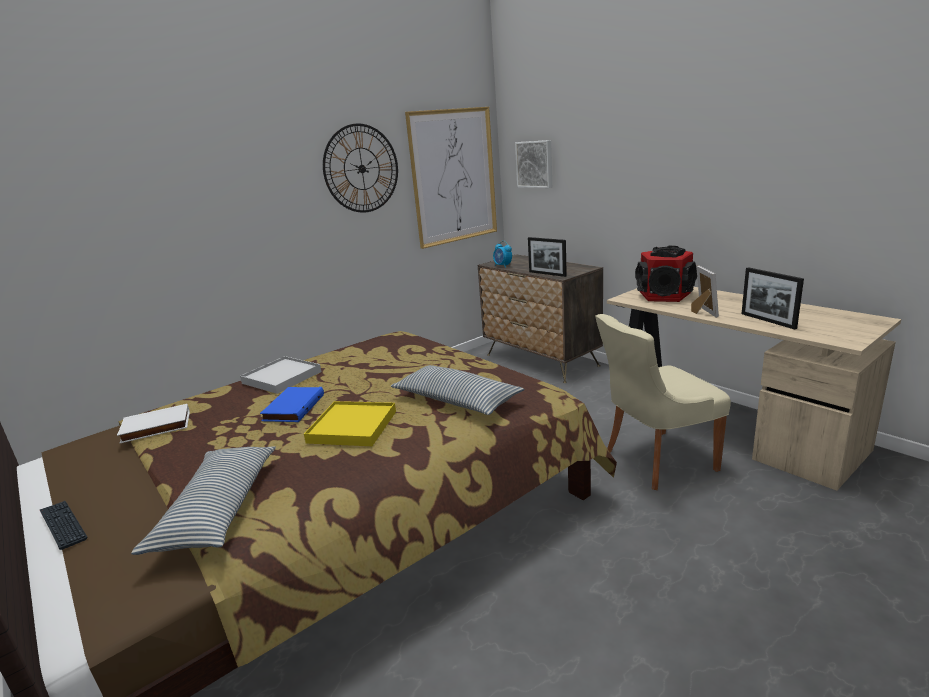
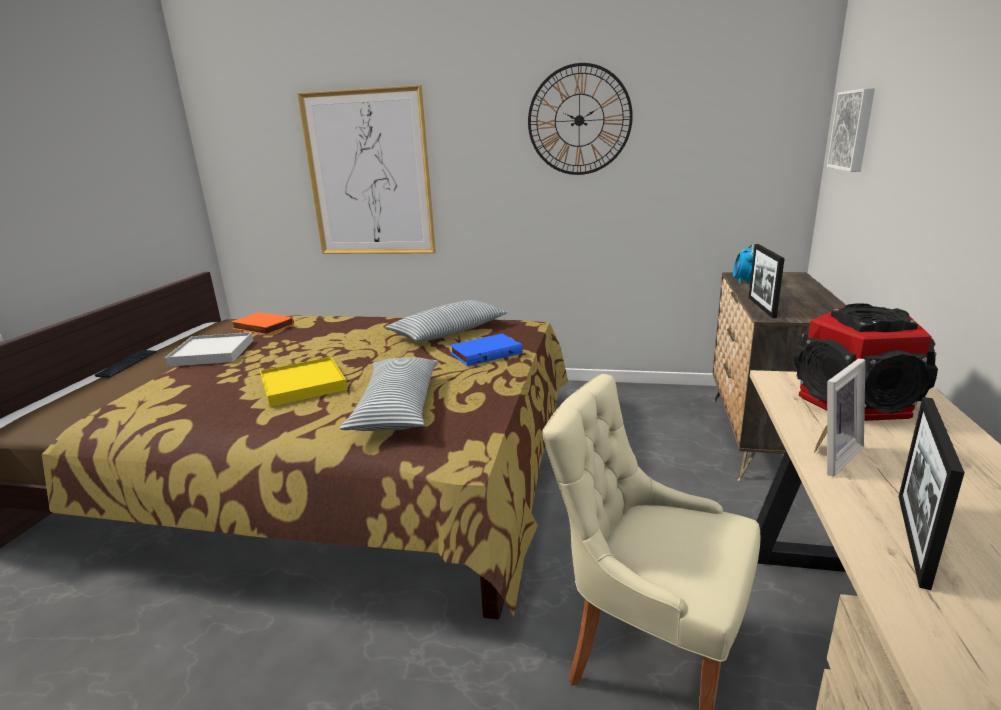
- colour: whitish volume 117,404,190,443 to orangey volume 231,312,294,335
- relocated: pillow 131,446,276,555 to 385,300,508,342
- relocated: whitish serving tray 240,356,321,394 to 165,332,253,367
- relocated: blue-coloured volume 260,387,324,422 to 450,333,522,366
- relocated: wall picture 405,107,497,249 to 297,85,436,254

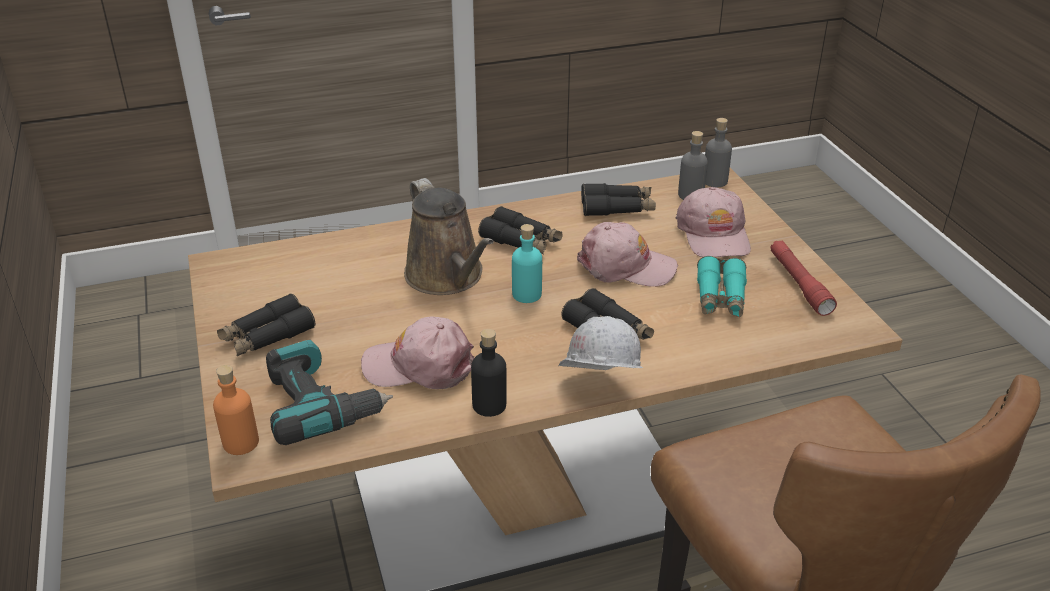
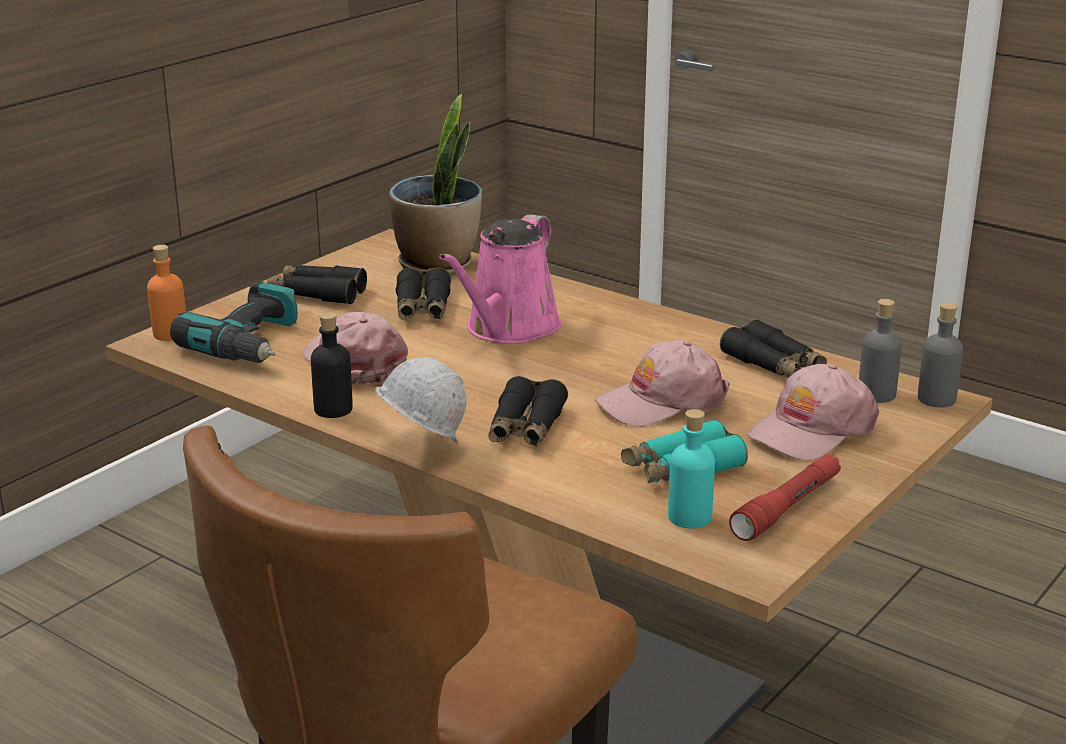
- colour: brownish watering can 404,178,494,295 to pinkish watering can 439,214,561,344
- relocated: black-coloured pair of binoculars 478,206,562,254 to 396,267,451,320
- relocated: blue-green bottle 512,224,542,303 to 668,409,715,529
- spun: pinkish cap 577,222,678,287 = 595,340,730,427 90 degrees clockwise
- appeared: plant in a pot 389,94,482,276

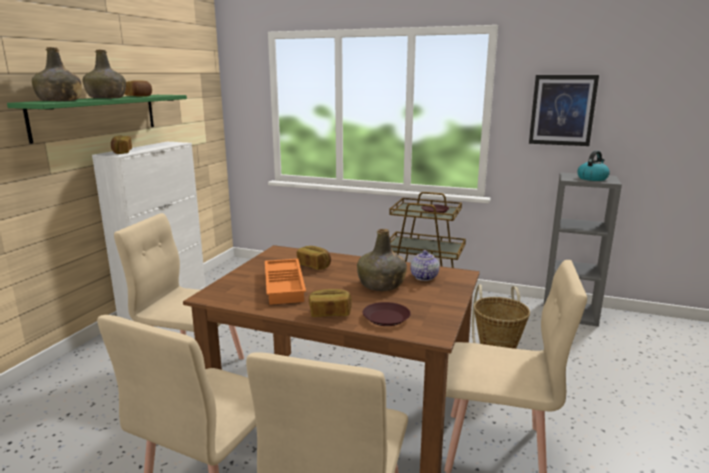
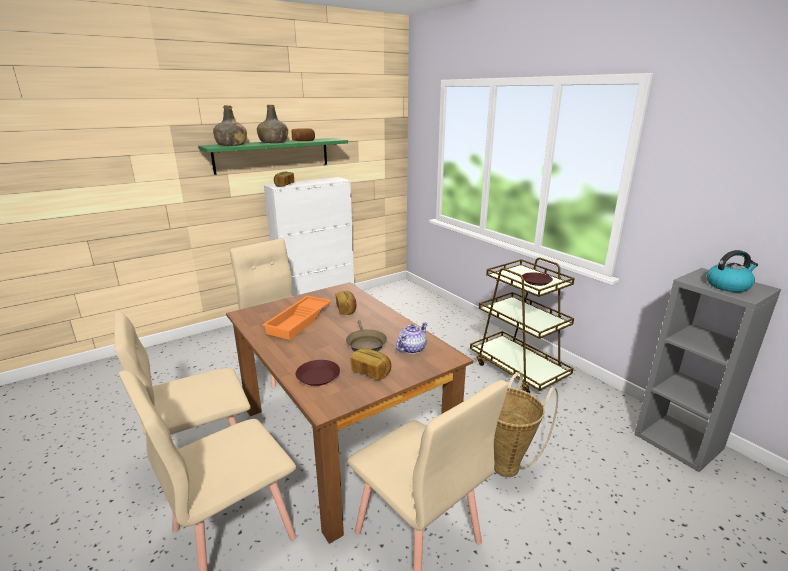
- relocated: bread 309,289,352,317 to 350,348,391,380
- exchanged: green bottle 357,229,407,291 to brownish skillet 346,320,387,352
- missing: wall picture 529,75,599,146

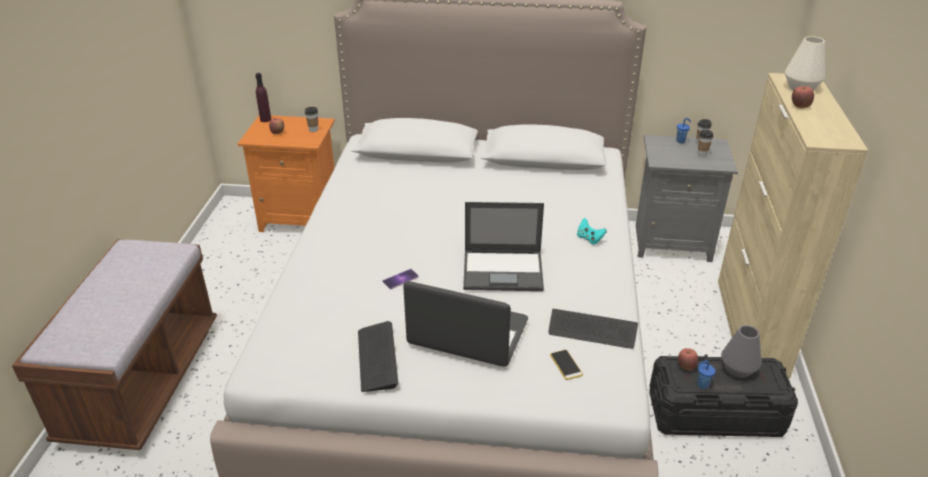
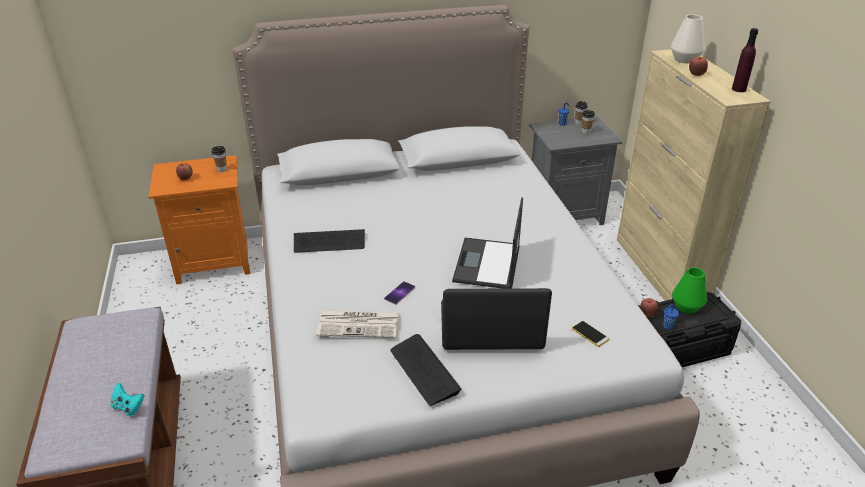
- relocated: purple bottle 255,73,271,122 to 732,28,758,92
- spun: laptop 463,202,544,291 = 452,197,523,289 120 degrees clockwise
- relocated: keyboard 548,309,638,349 to 294,229,365,253
- relocated: blue-green game controller 577,218,607,245 to 111,383,144,416
- colour: grey flower vase 721,325,762,378 to green flower vase 672,267,707,314
- appeared: newspaper 316,310,399,338

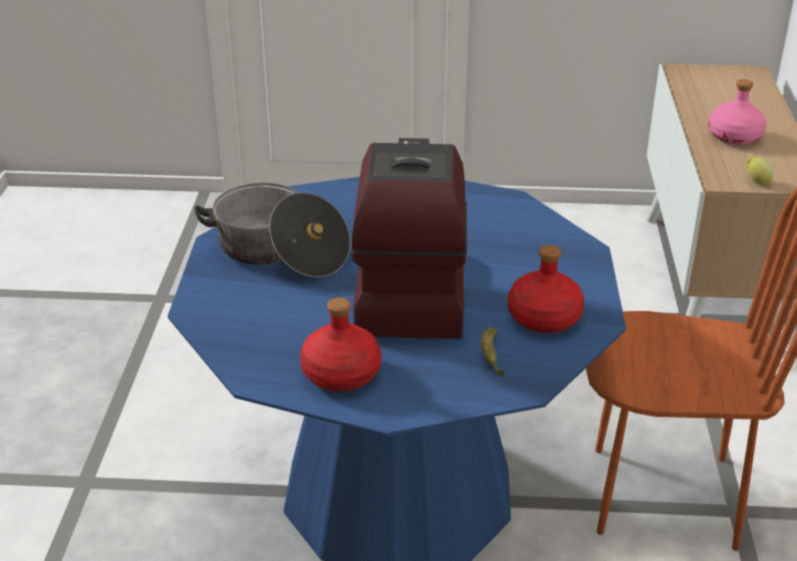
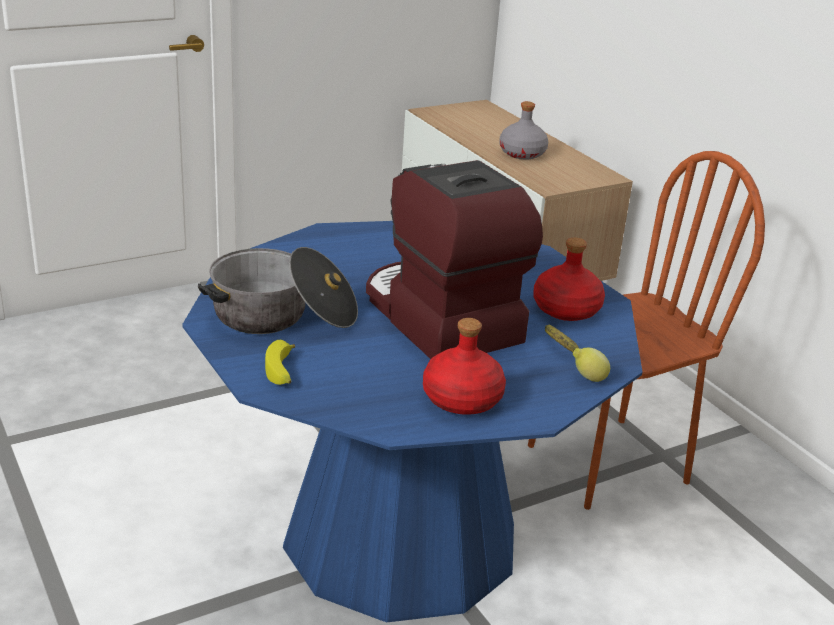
- colour: pinkish bottle 709,79,766,145 to grey bottle 499,101,548,159
- relocated: lemon 746,156,774,185 to 573,348,610,382
- appeared: banana fruit 265,340,295,385

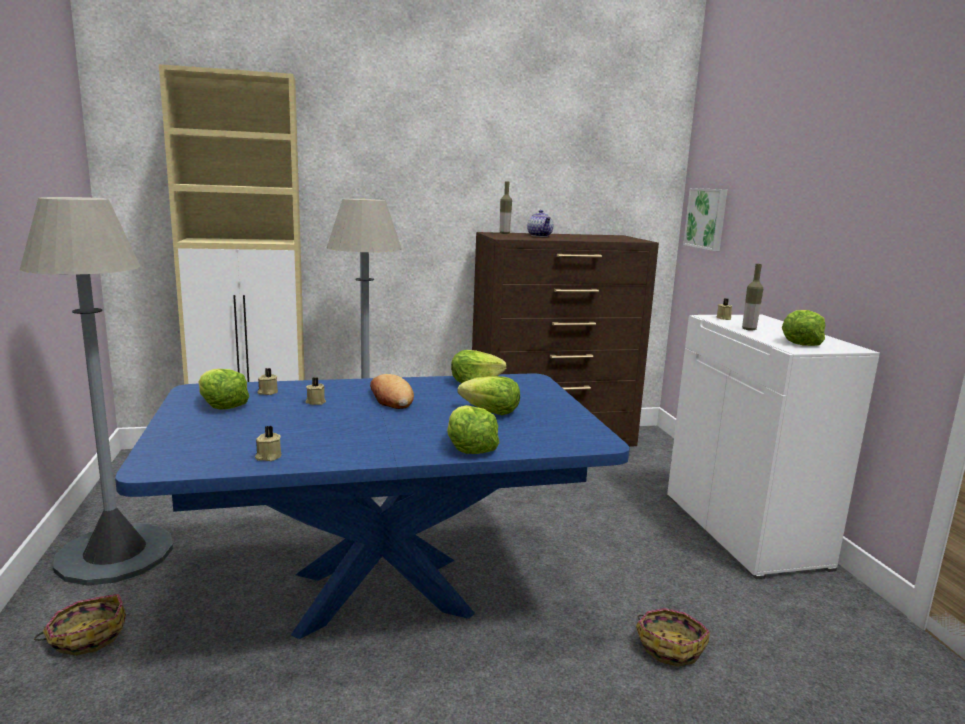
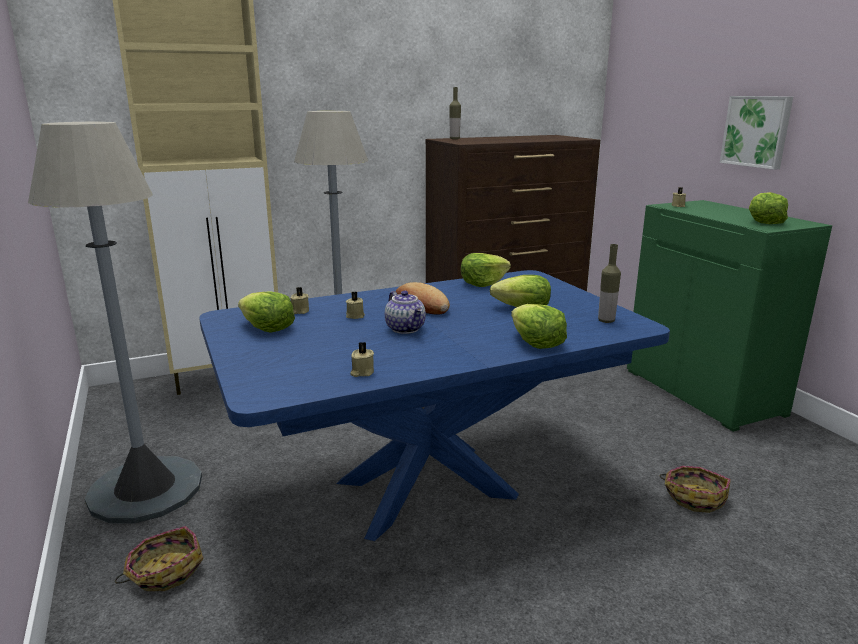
- relocated: teapot 527,210,553,237 to 385,291,426,334
- colour: whitish storage cabinet 667,315,880,579 to green storage cabinet 627,200,832,432
- relocated: wall picture 683,188,727,251 to 720,96,793,170
- relocated: bottle 742,264,763,331 to 598,244,621,323

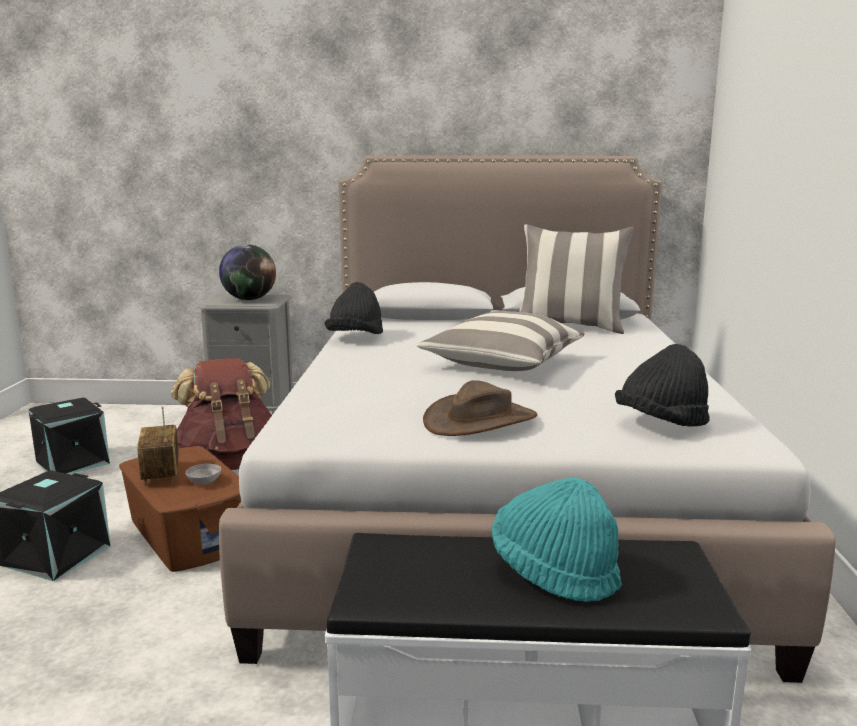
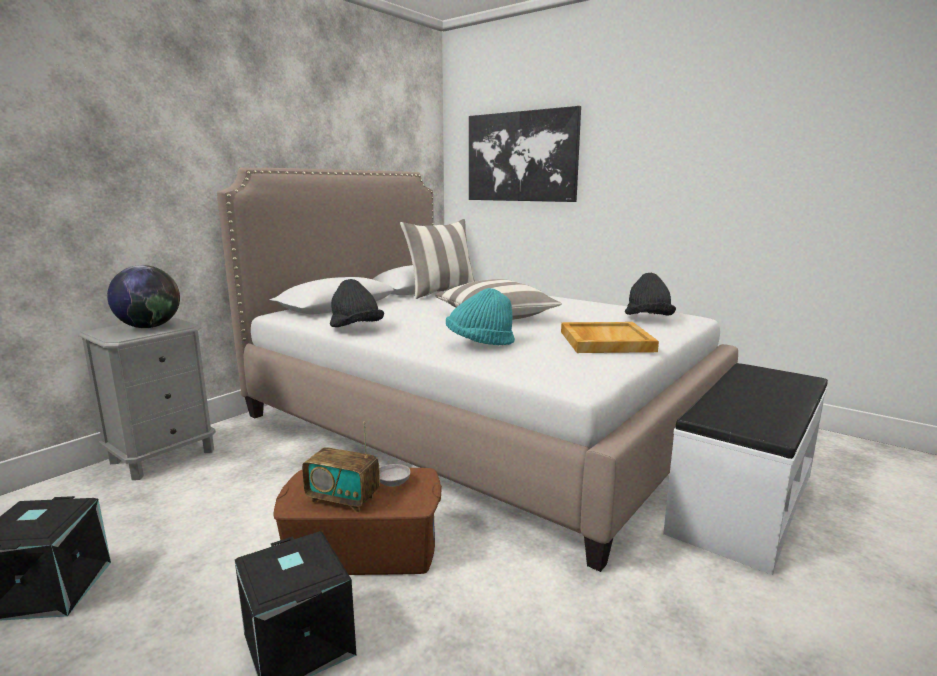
- missing: brownish rucksack 171,358,272,470
- exchanged: brownish hat 423,380,537,436 to sand-coloured serving tray 561,322,659,353
- relocated: blue-green hat 492,478,622,602 to 446,288,515,345
- appeared: wall picture 469,106,581,202

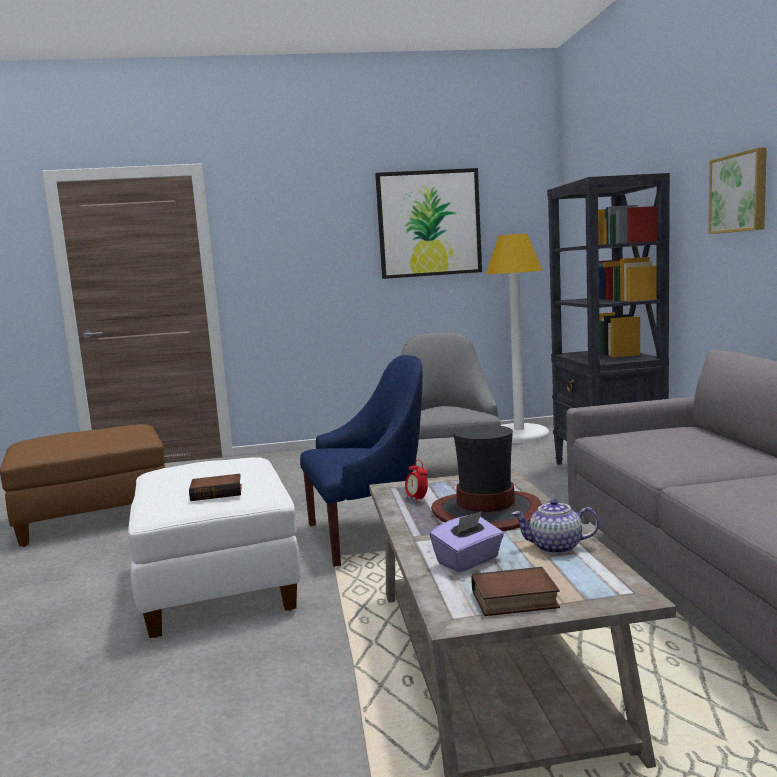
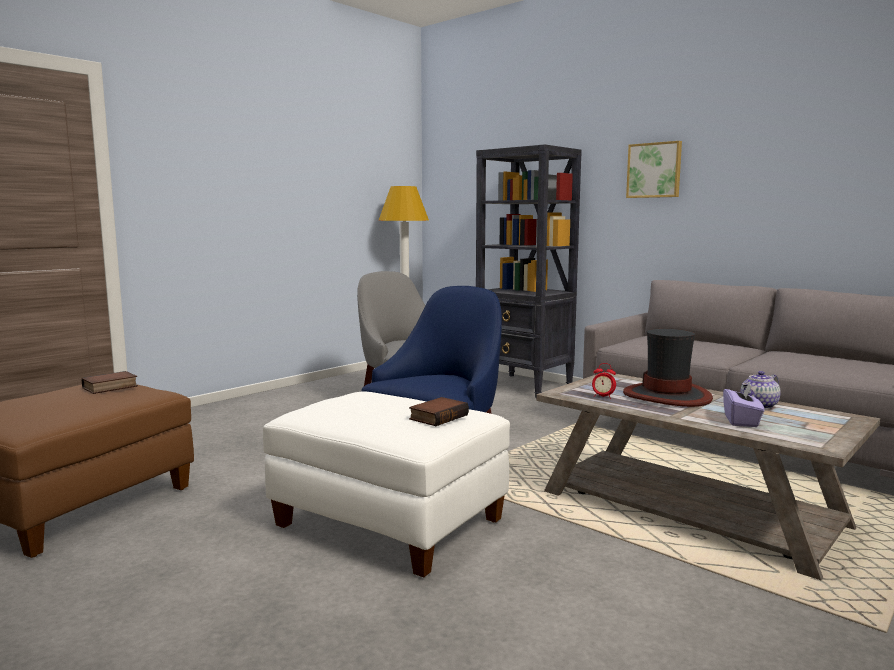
- missing: wall picture 375,168,482,279
- relocated: volume 471,567,560,616 to 82,371,138,394

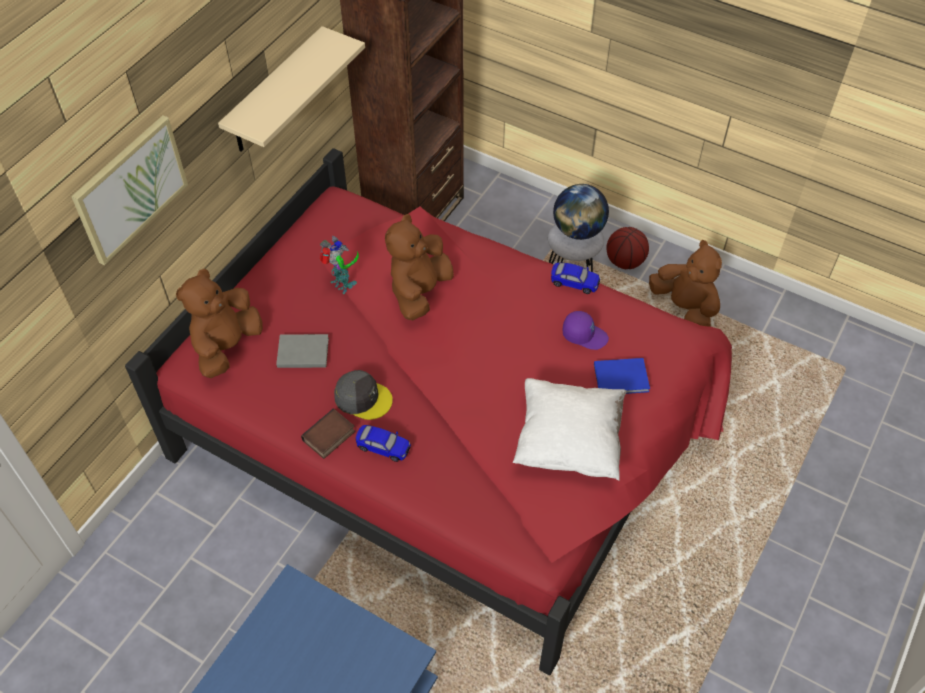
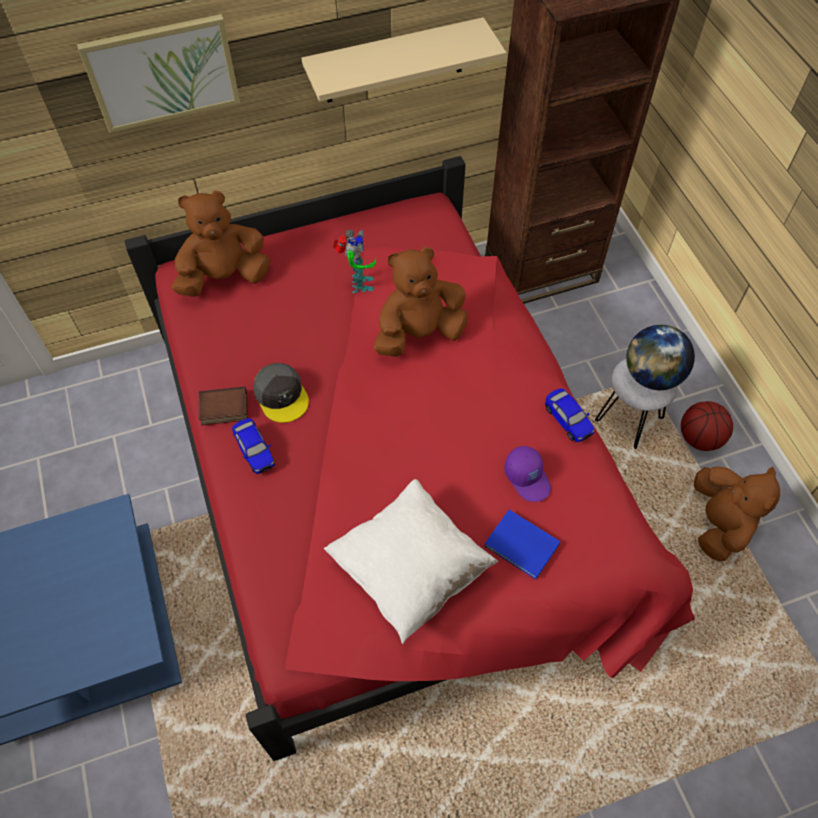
- missing: grey volume 276,334,329,368

